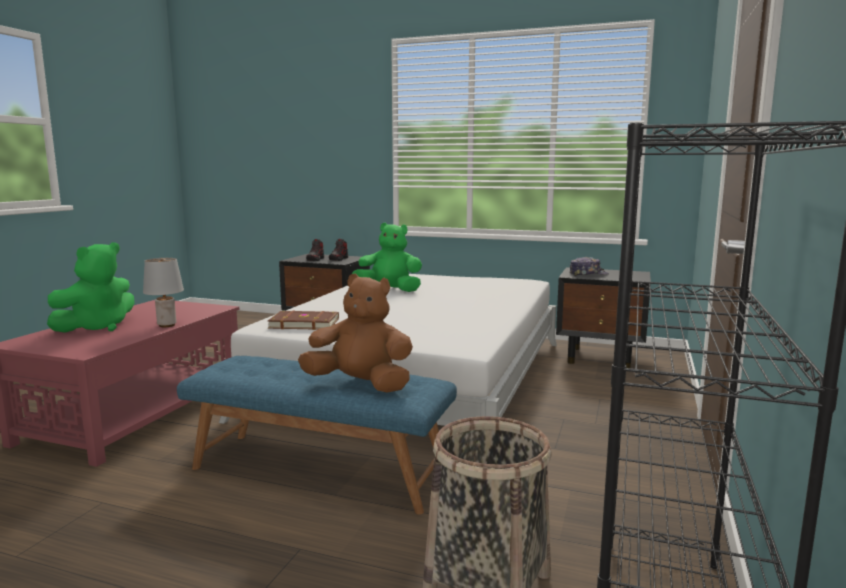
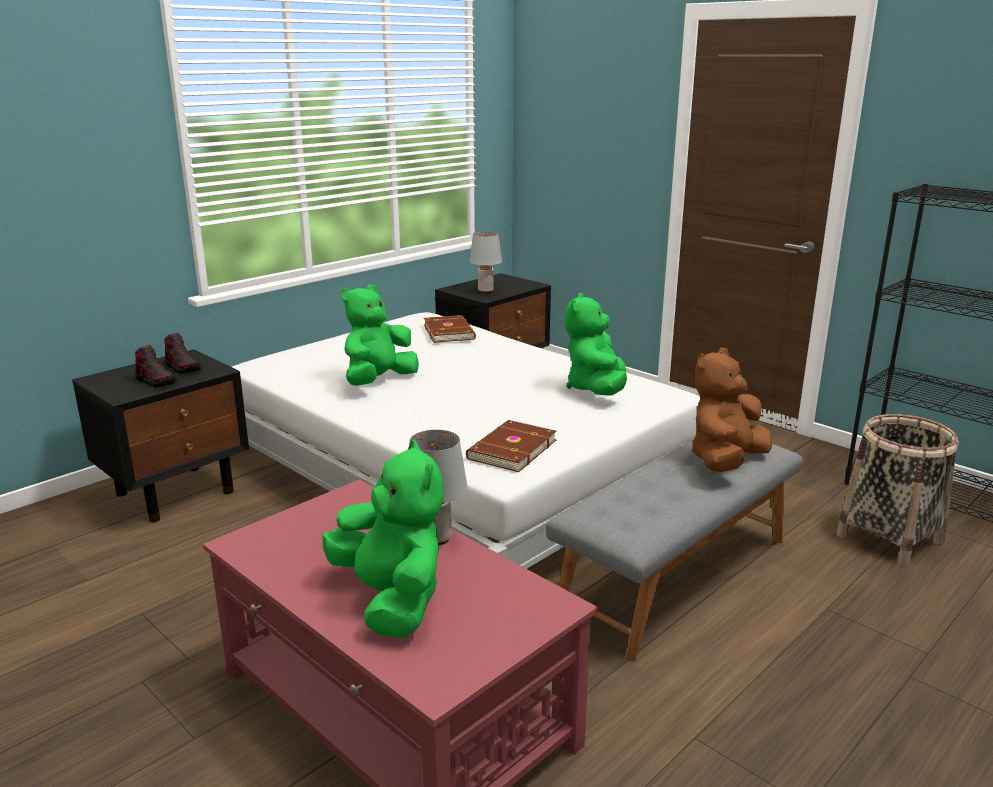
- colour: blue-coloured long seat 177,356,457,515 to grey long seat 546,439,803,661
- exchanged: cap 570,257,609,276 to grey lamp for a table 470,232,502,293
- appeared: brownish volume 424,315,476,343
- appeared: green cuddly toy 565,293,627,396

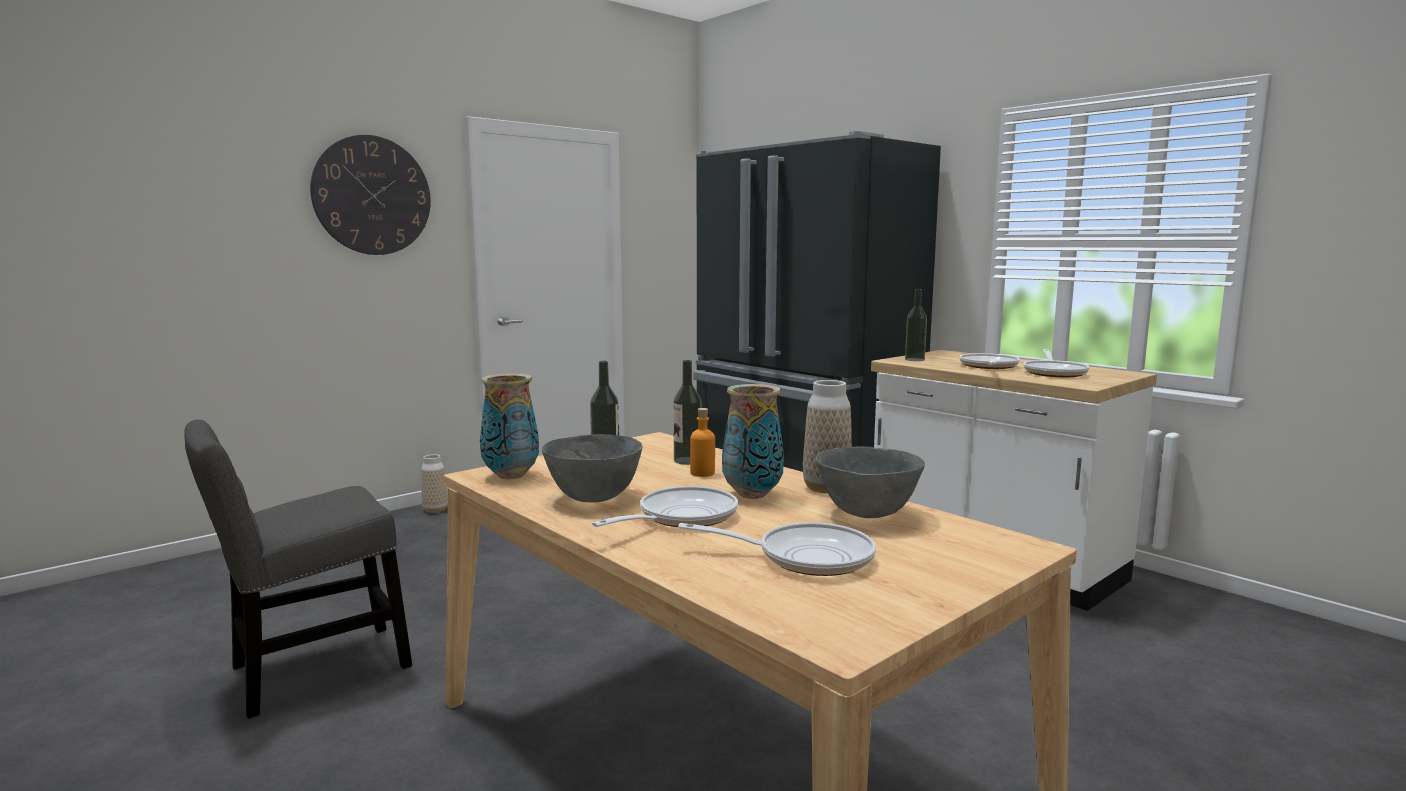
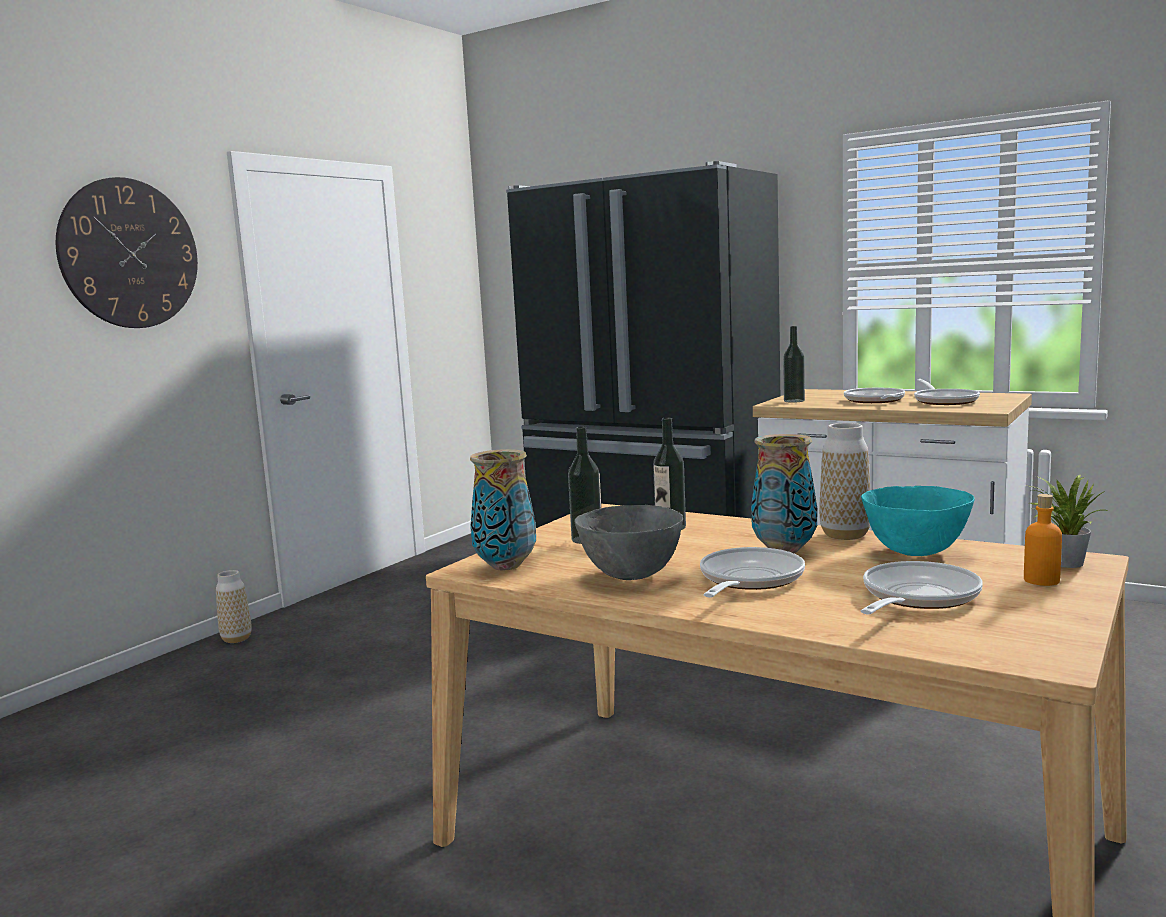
- missing: grey upright chair 184,419,412,719
- spun: skillet 678,522,876,576 = 861,561,983,614 45 degrees counterclockwise
- relocated: orangey bottle 690,408,715,477 to 1024,494,1062,586
- colour: grey serving bowl 816,446,925,518 to blue-green serving bowl 861,486,975,556
- appeared: plant in a pot 1023,475,1108,568

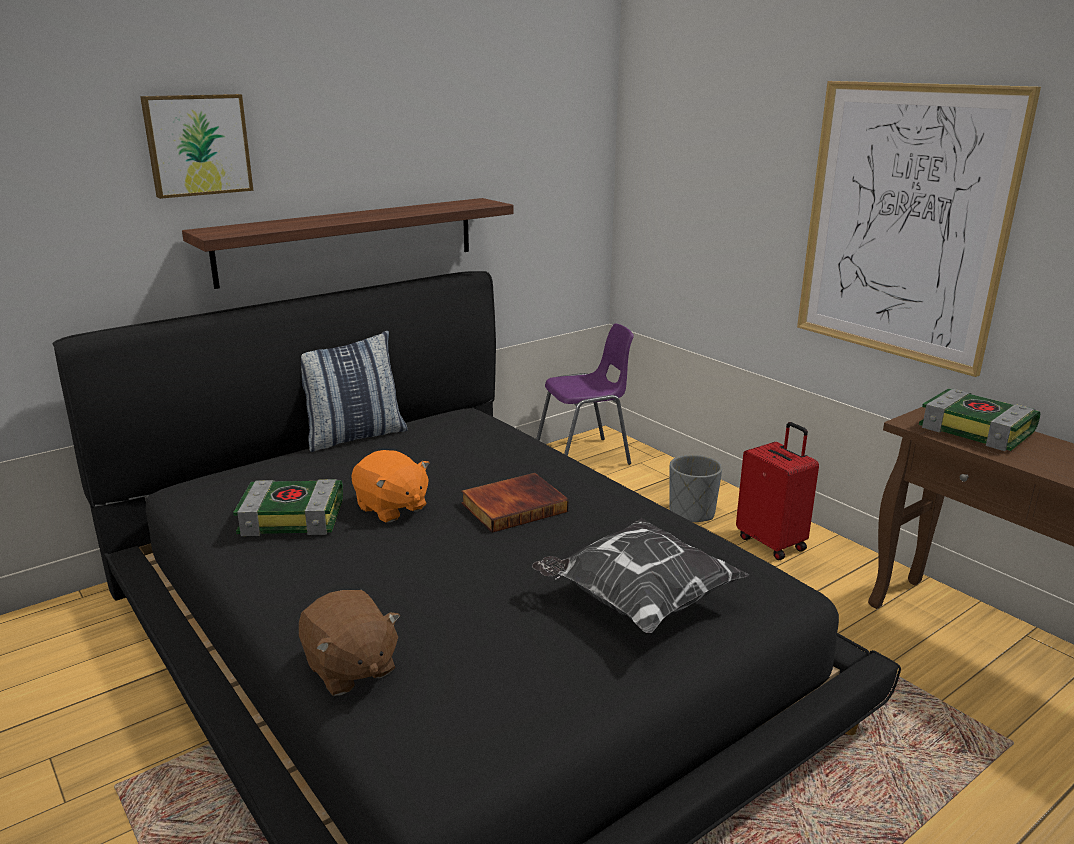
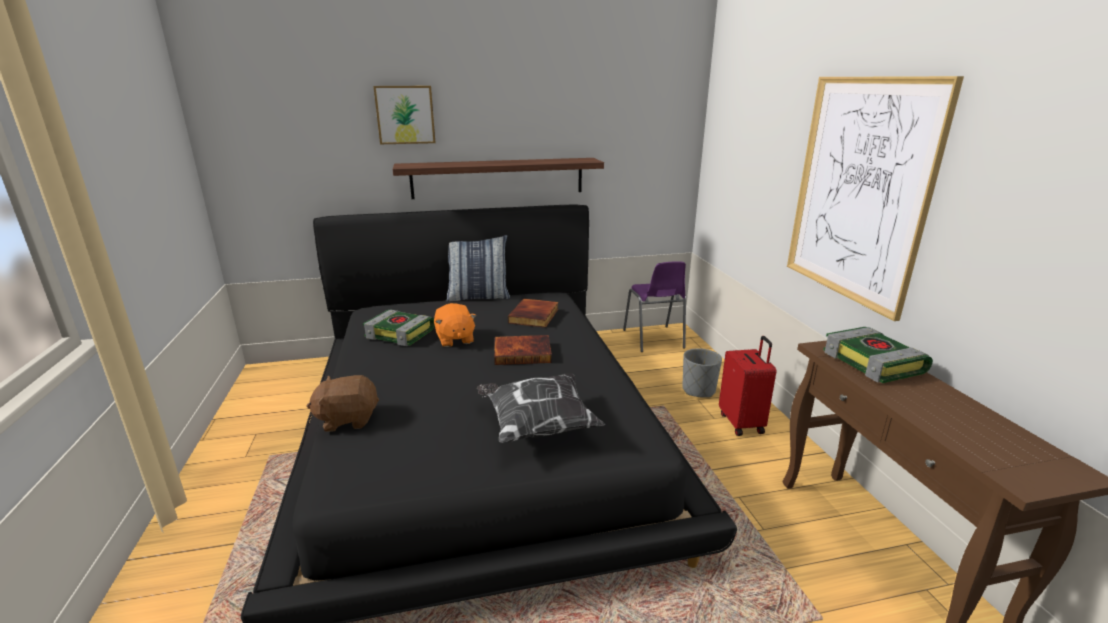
- spun: brownish cuddly toy 299,590,400,696 = 307,375,379,432 90 degrees clockwise
- spun: purple upright chair 536,324,634,465 = 623,261,686,352 75 degrees clockwise
- appeared: volume 508,299,559,328

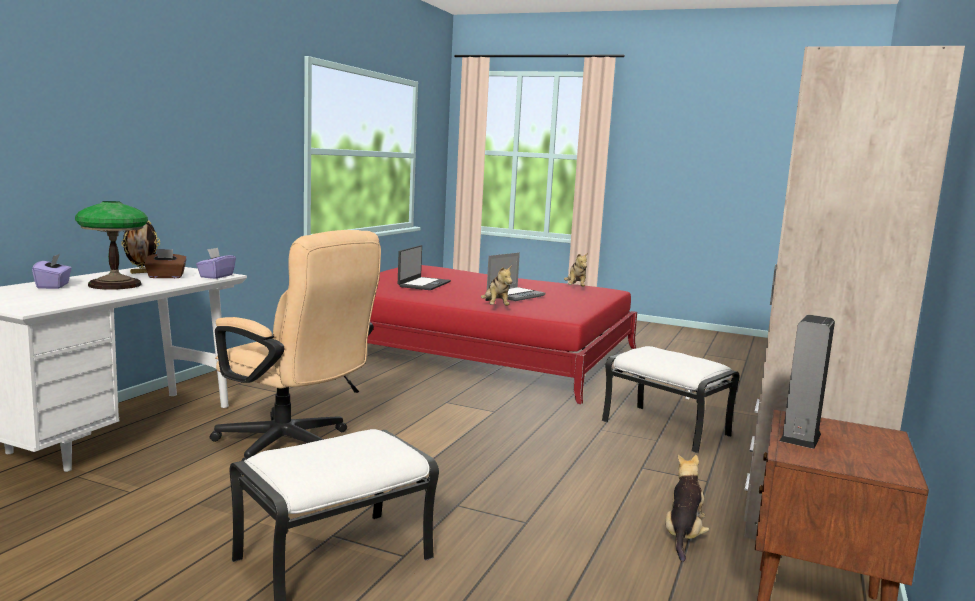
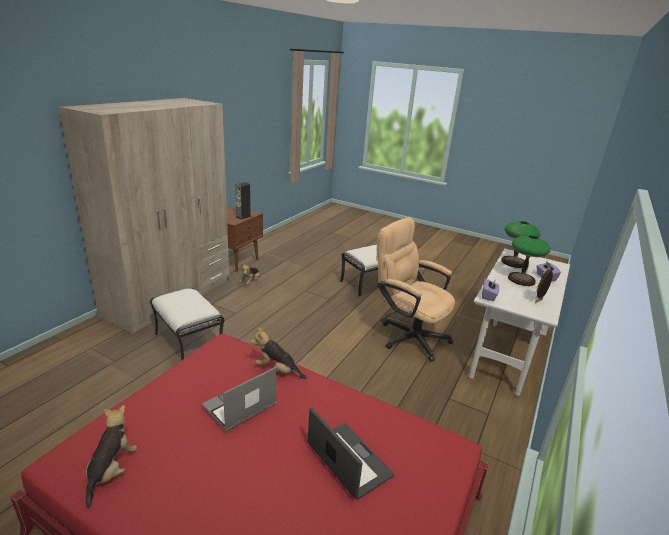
- missing: brownish tissue box 144,249,187,278
- spun: laptop 398,245,451,290 = 308,407,394,500 120 degrees clockwise
- spun: cuddly toy 481,266,512,306 = 250,328,307,379 60 degrees counterclockwise
- appeared: lamp for a table 501,221,540,268

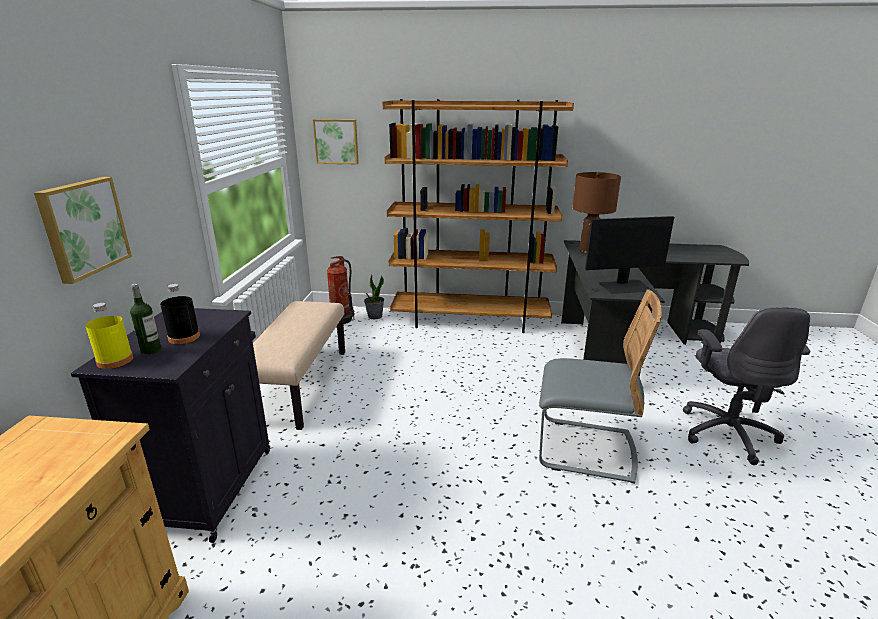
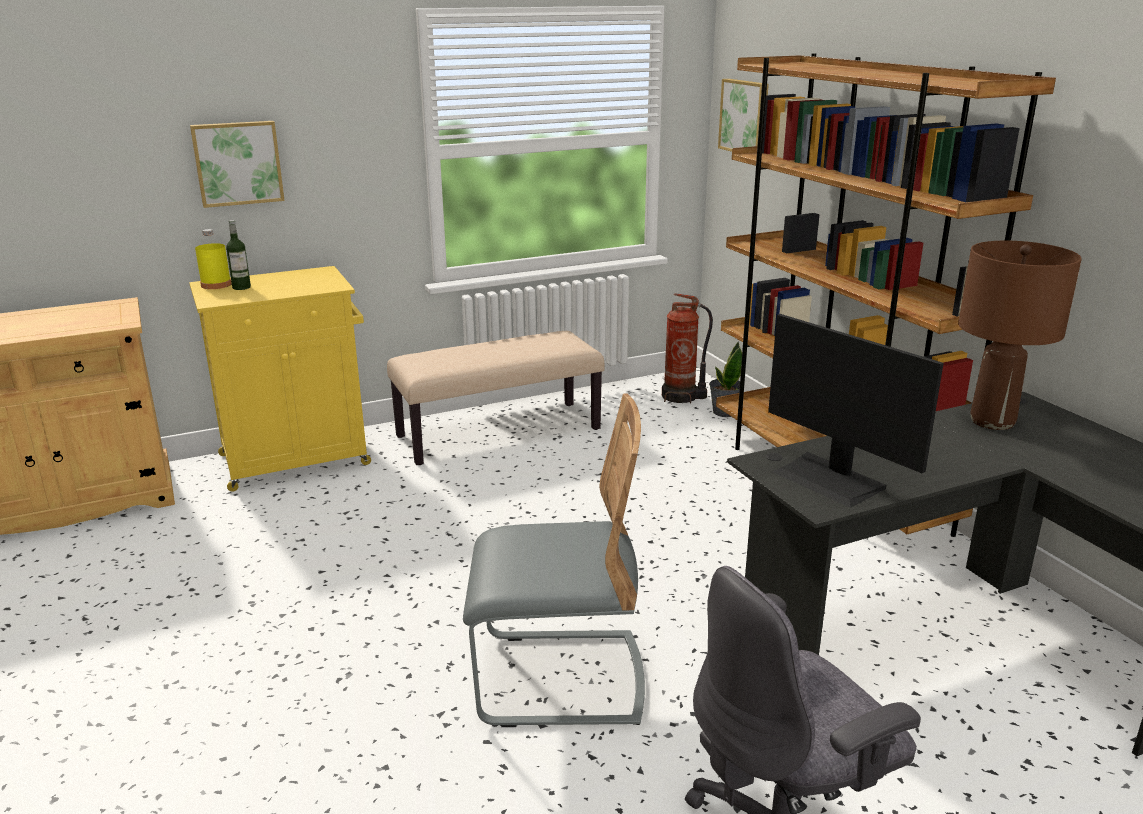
- colour: black-coloured storage cabinet 71,308,270,543 to yellow storage cabinet 189,266,371,492
- missing: black-coloured bottle 160,284,200,344
- spun: grey upright chair 539,289,662,483 = 463,394,645,727 75 degrees counterclockwise

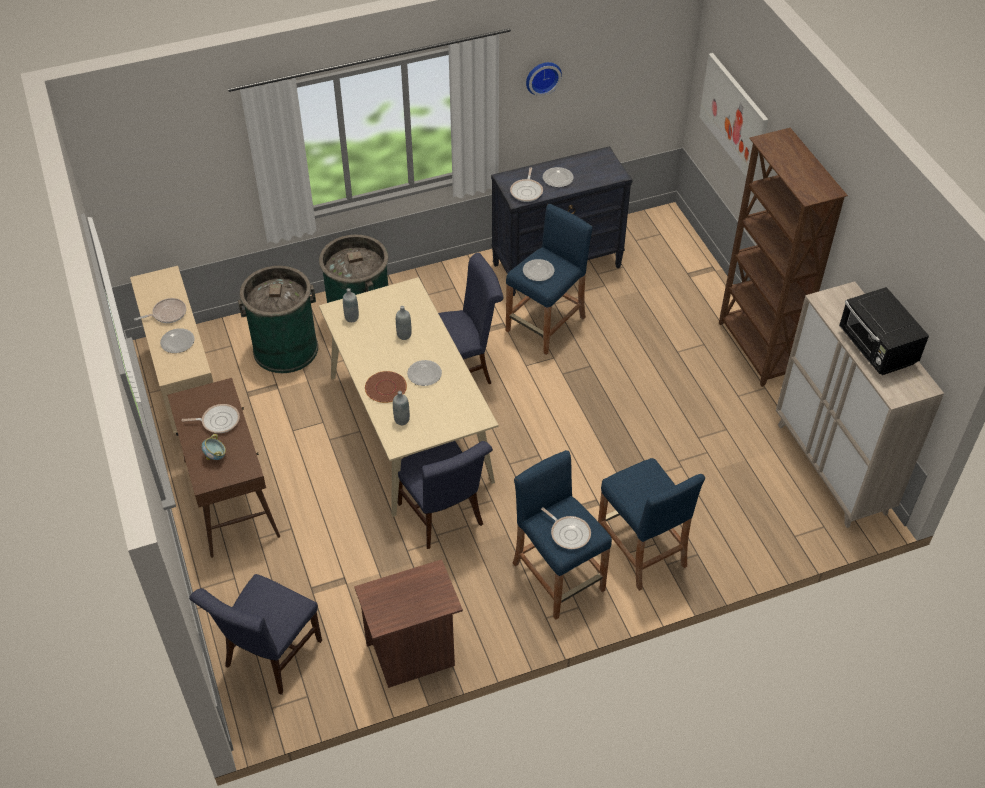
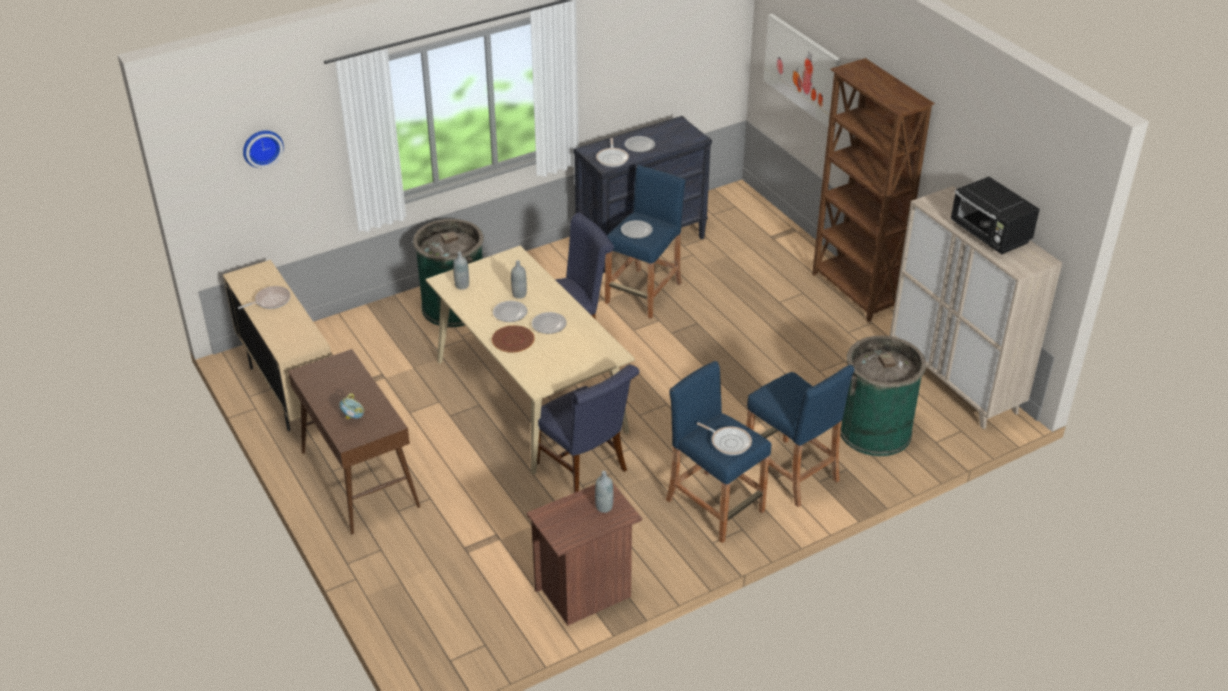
- relocated: dinner plate 160,328,195,353 to 493,301,527,322
- missing: skillet 182,404,240,433
- missing: blue-coloured upright chair 189,574,322,695
- relocated: green trash can 238,266,318,373 to 840,336,926,456
- relocated: grey bottle 393,391,410,425 to 595,471,613,513
- relocated: hanging clock 526,62,562,96 to 243,131,284,168

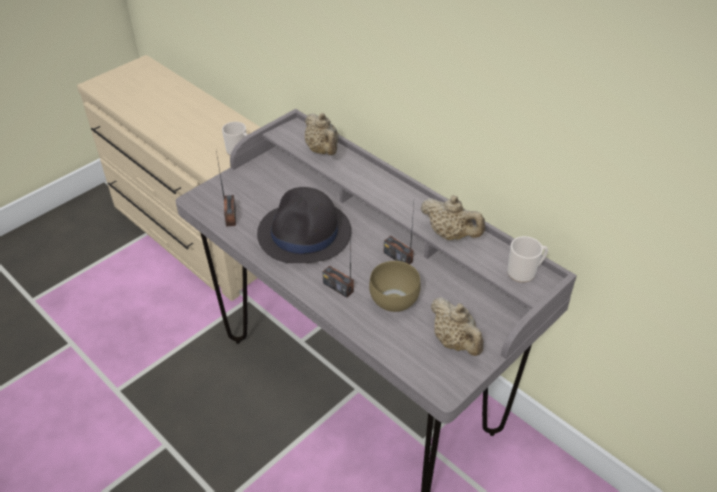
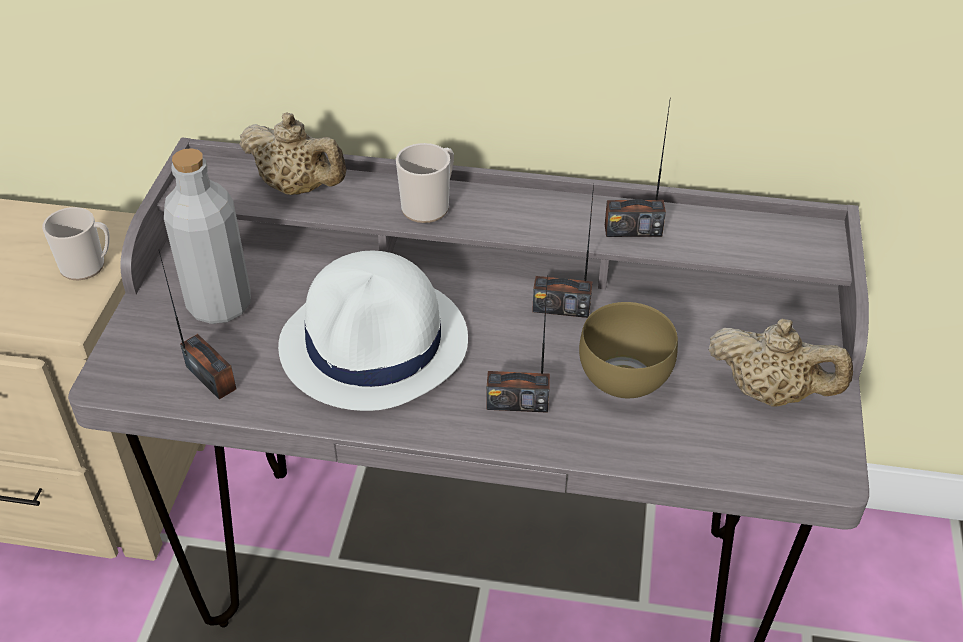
- colour: black-coloured hat 257,187,352,263 to whitish hat 278,250,468,411
- exchanged: sand-coloured teapot 420,195,485,240 to radio set 605,97,671,237
- relocated: coffee mug 507,236,548,283 to 396,143,454,223
- appeared: grey bottle 164,148,251,324

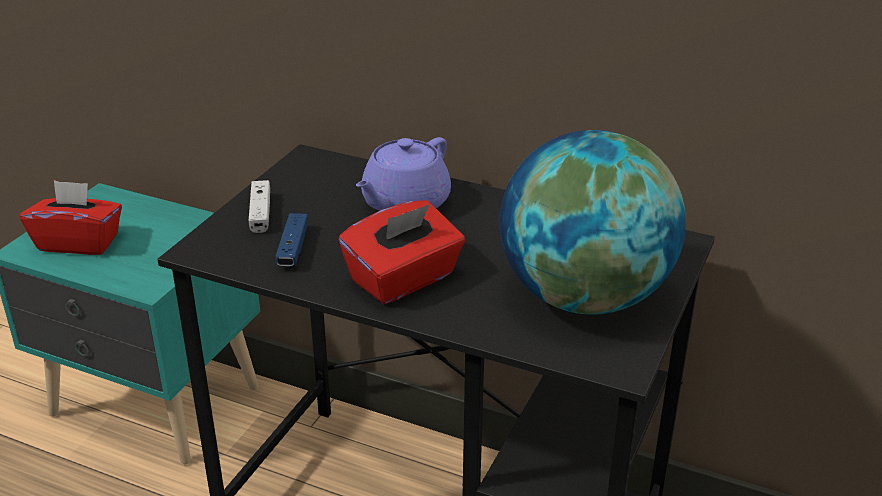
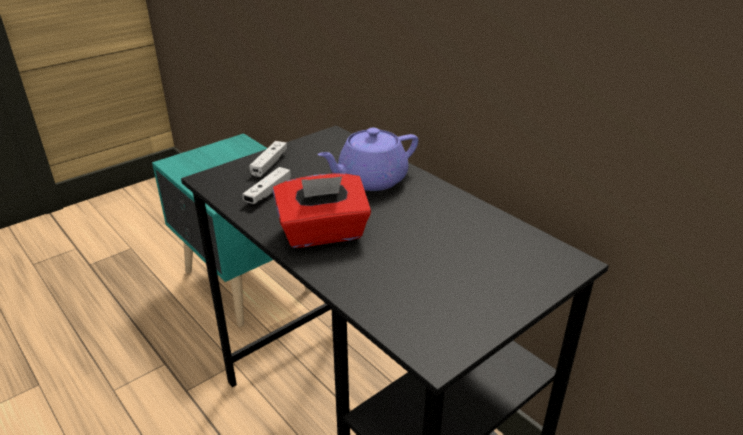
- missing: red-coloured tissue box 20,180,122,255
- colour: blue-coloured game controller 275,213,308,267 to whitish game controller 243,167,291,204
- missing: world globe 499,130,686,315

